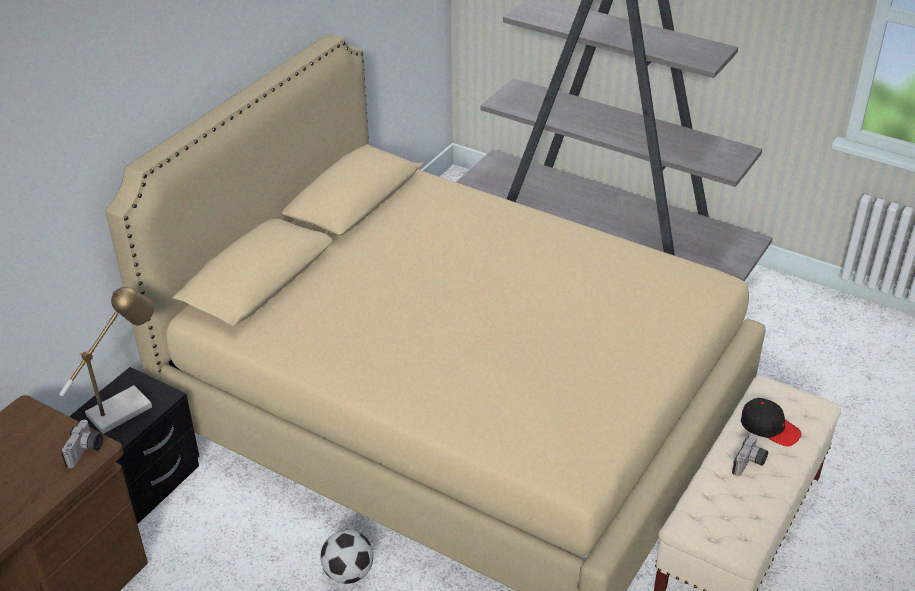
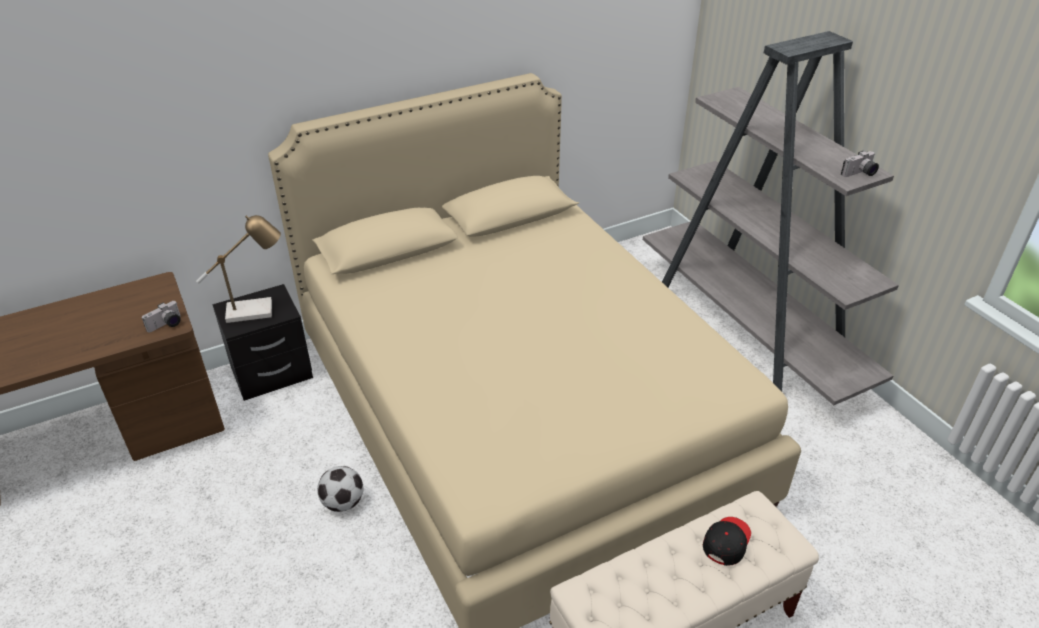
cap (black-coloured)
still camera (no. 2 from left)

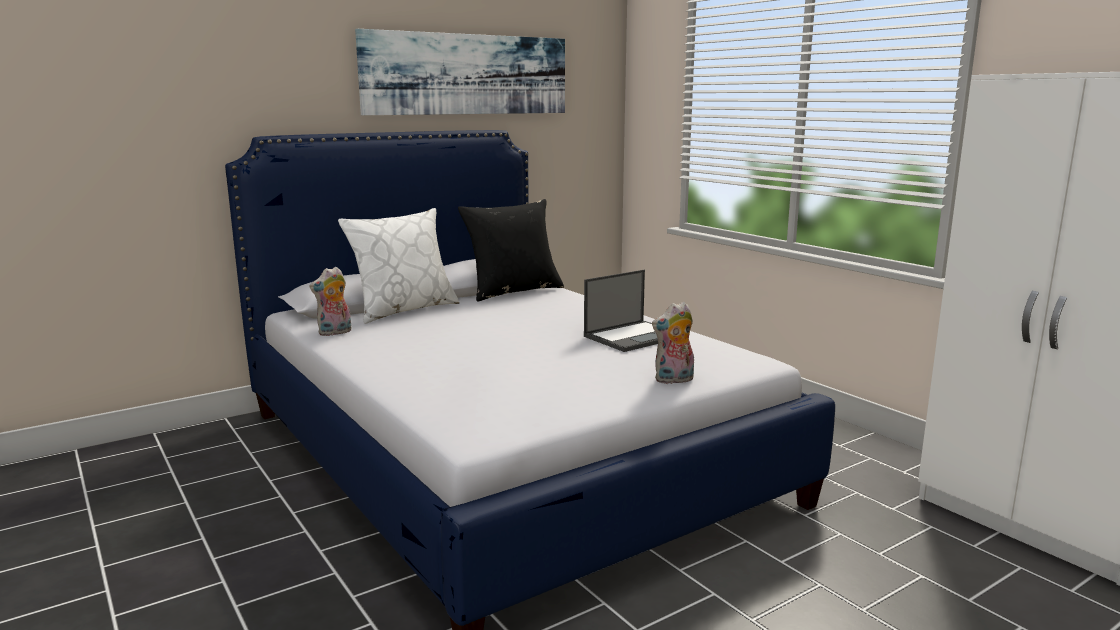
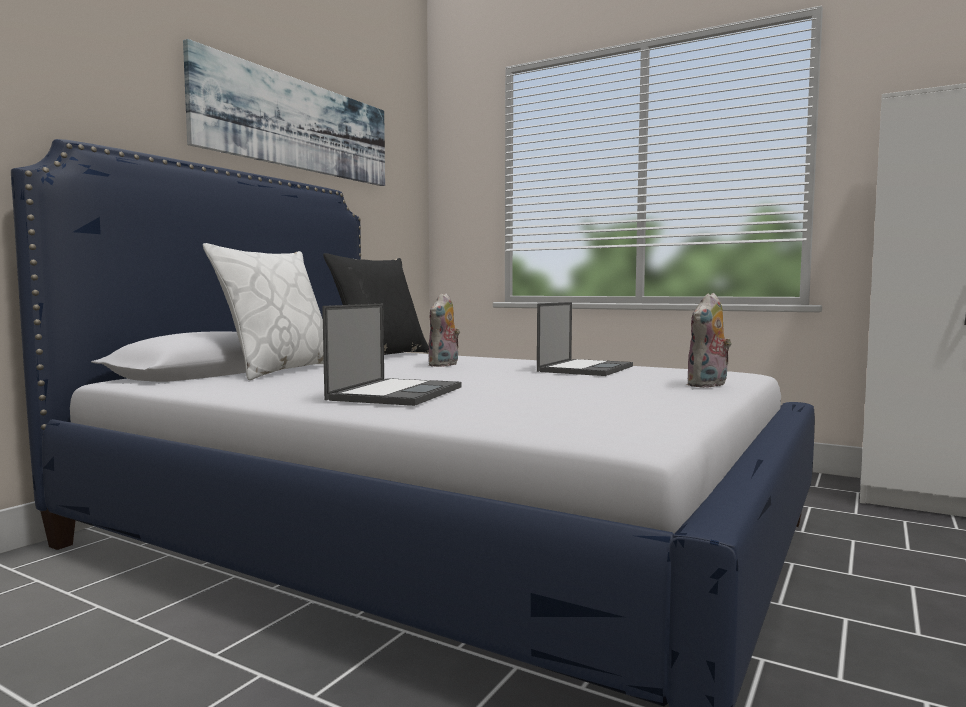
cuddly toy (no. 1 from left)
notebook computer (no. 1 from left)

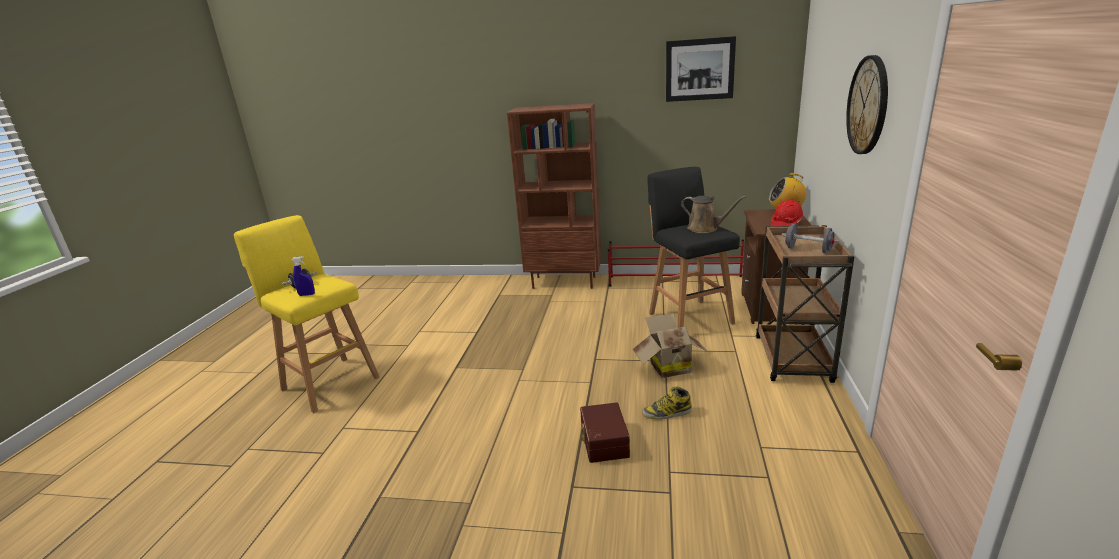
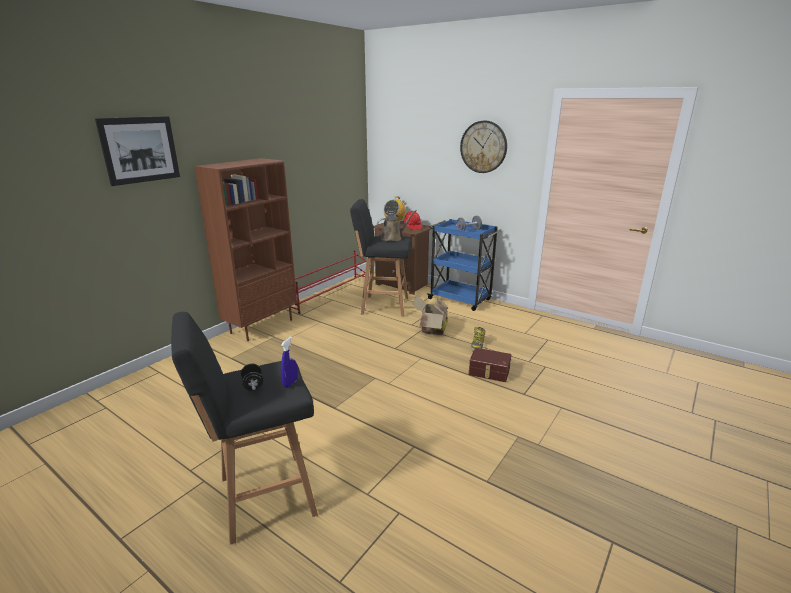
picture
stool (black-coloured) (no. 1 from left)
cart (blue-coloured)

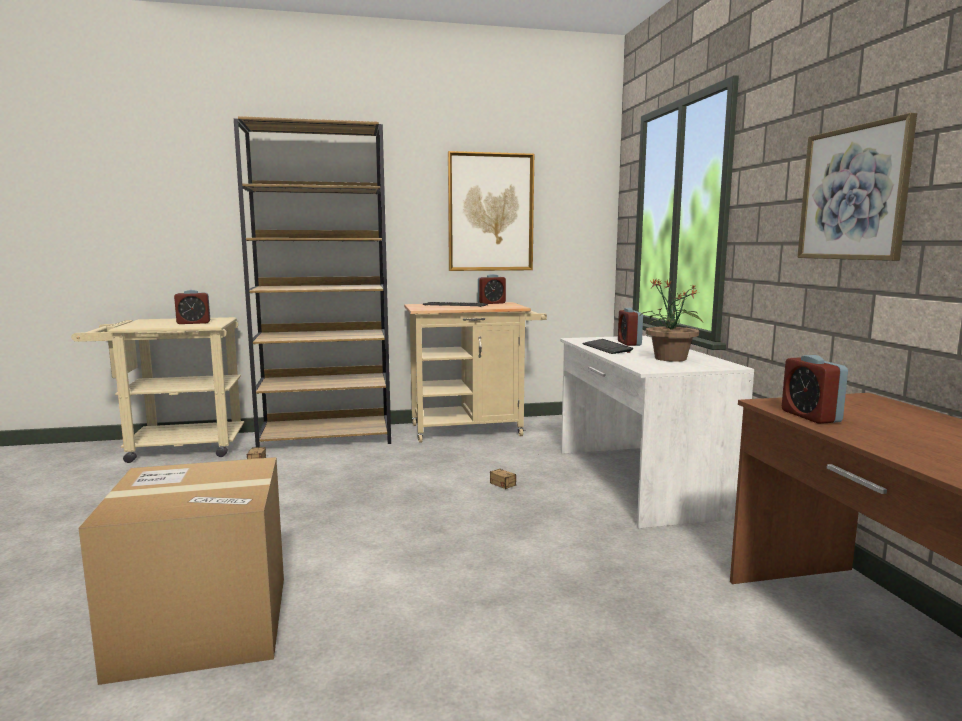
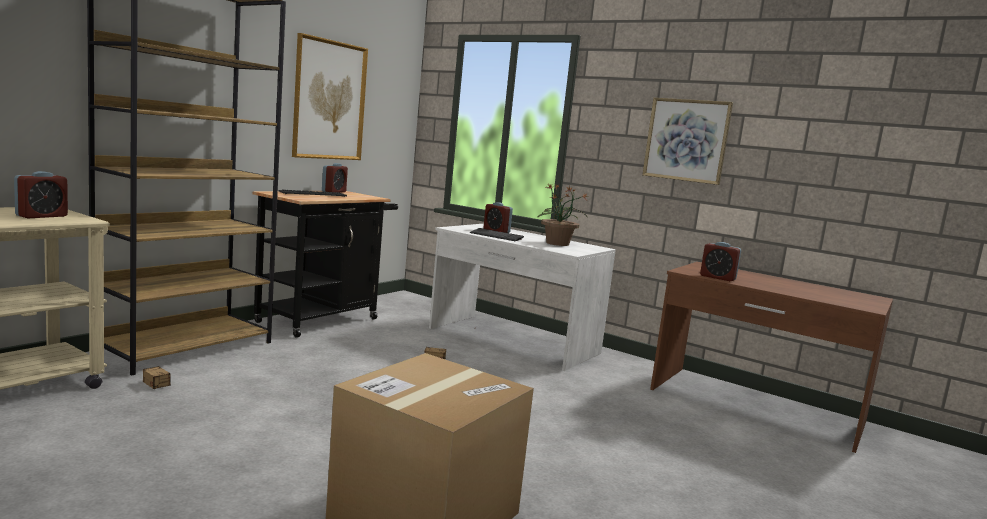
cart (black-coloured)

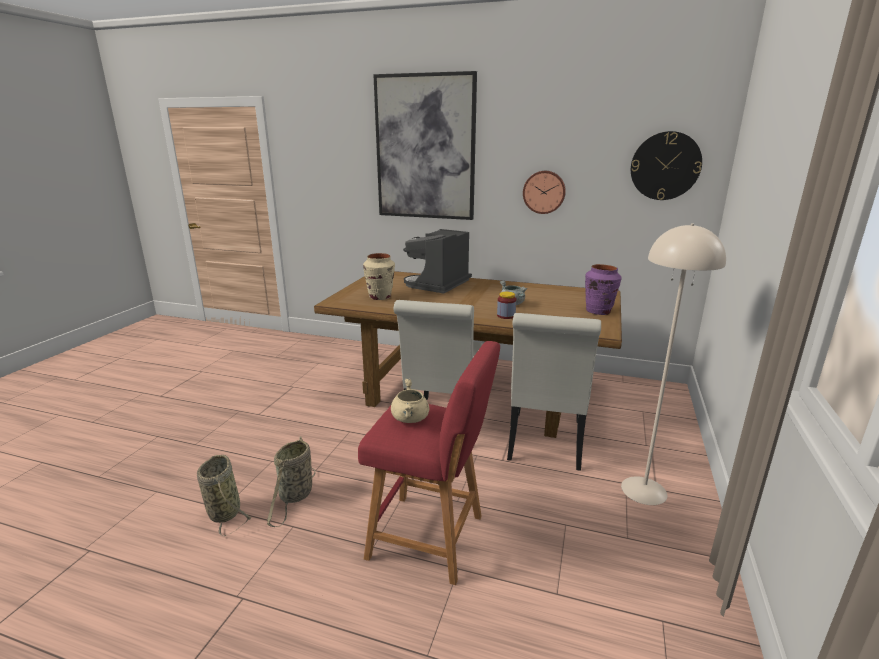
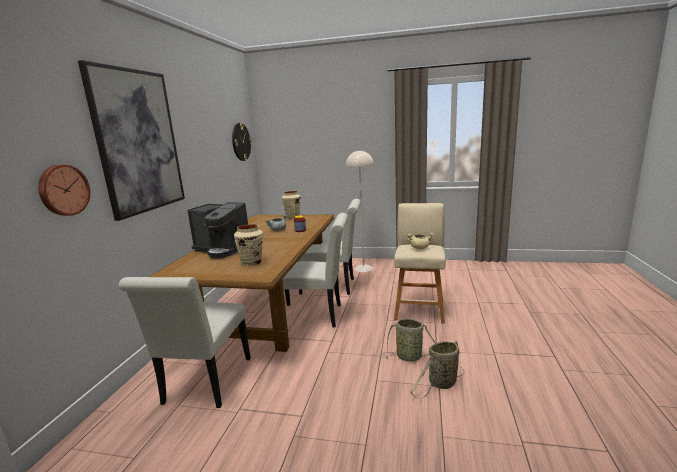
hanging clock (no. 1 from left)
flower vase (sand-coloured) (no. 2 from left)
stool (sand-coloured)
upright chair (white-coloured) (no. 1 from left)

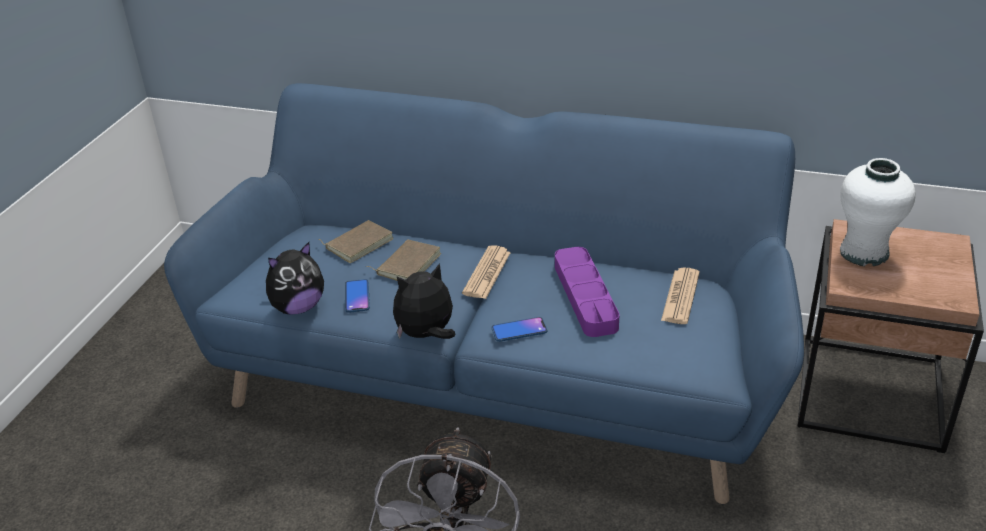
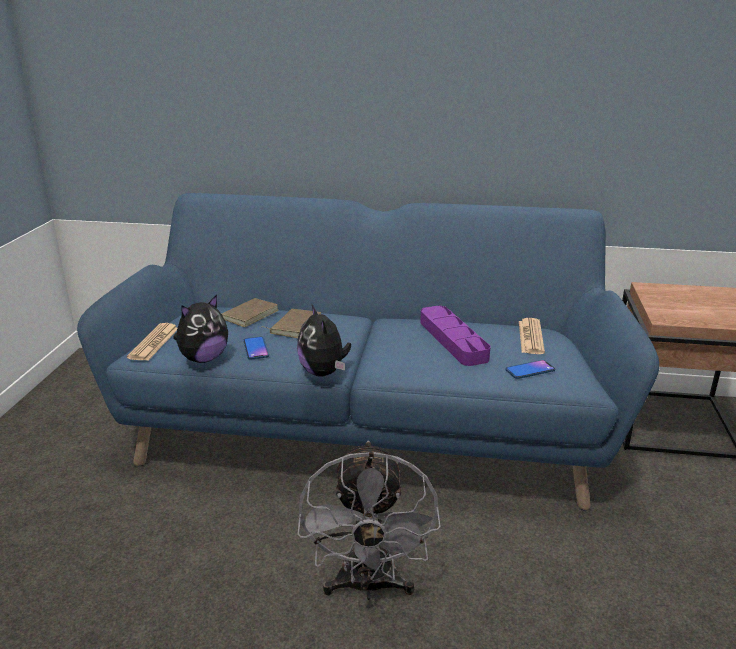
flower vase (white-coloured)
daily paper (no. 1 from left)
cuddly toy (no. 2 from left)
telephone (no. 2 from left)

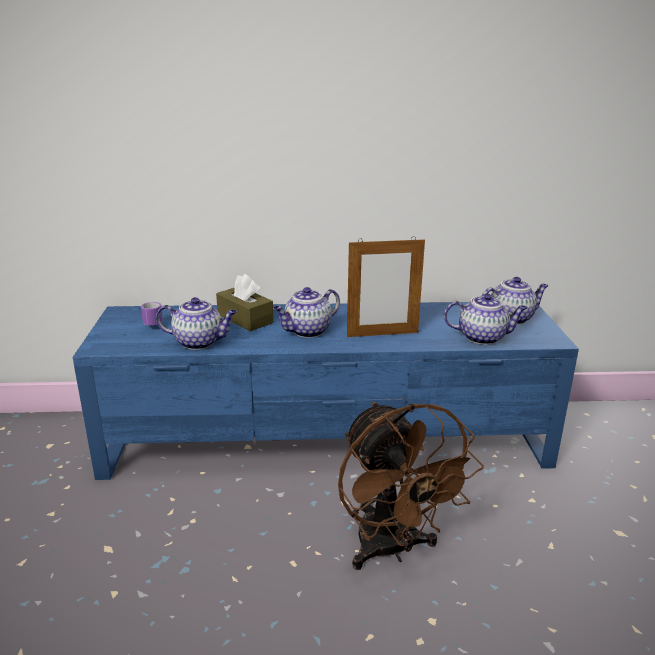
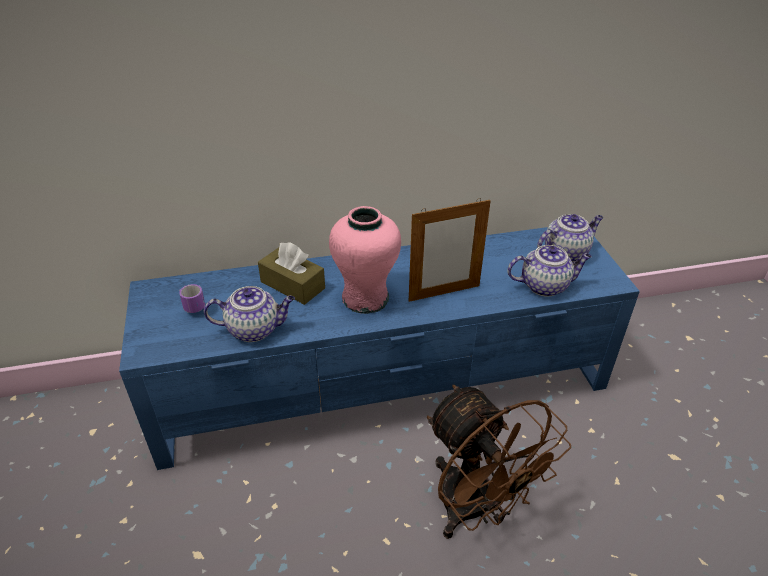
flower vase (pink-coloured)

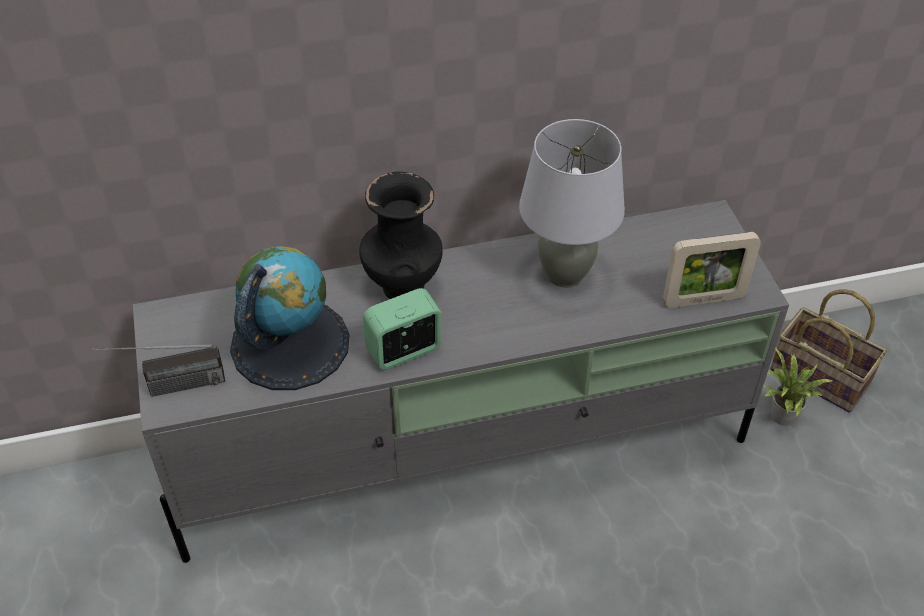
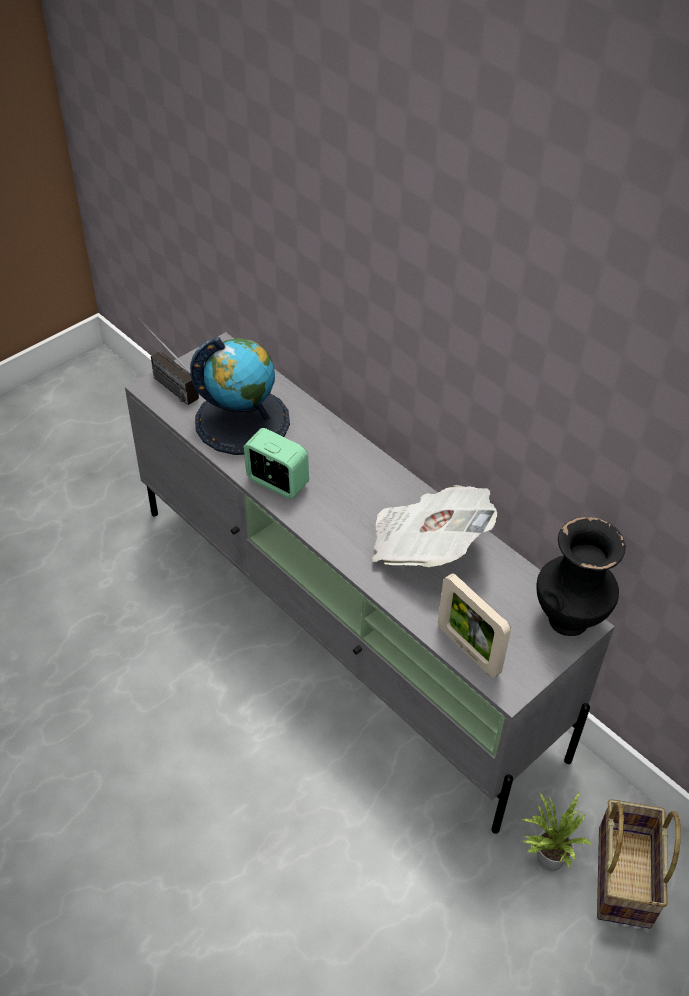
daily paper
flower vase (black-coloured)

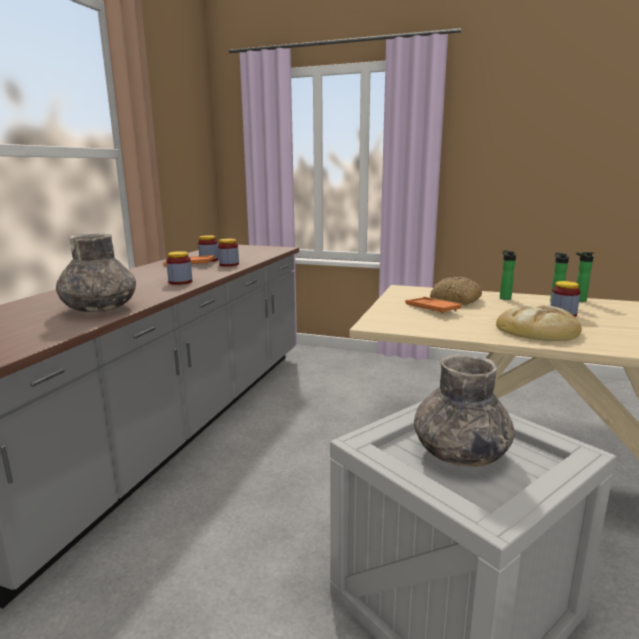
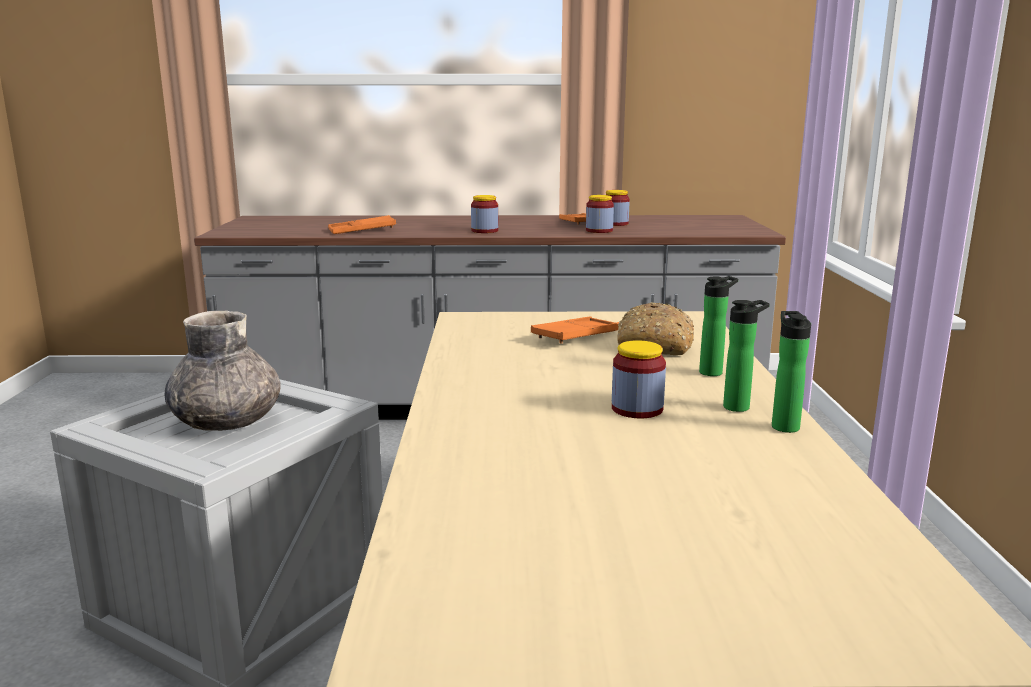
serving tray (orange-coloured) (no. 1 from left)
baked bread (no. 2 from left in the first image)

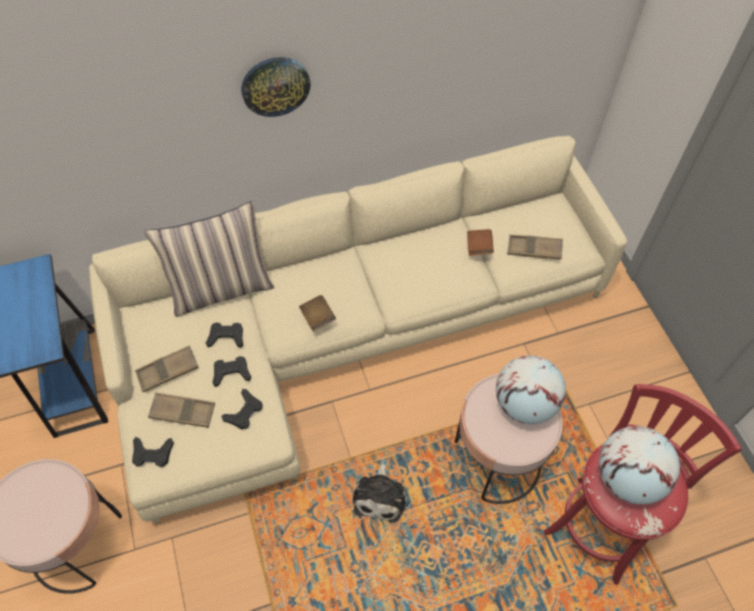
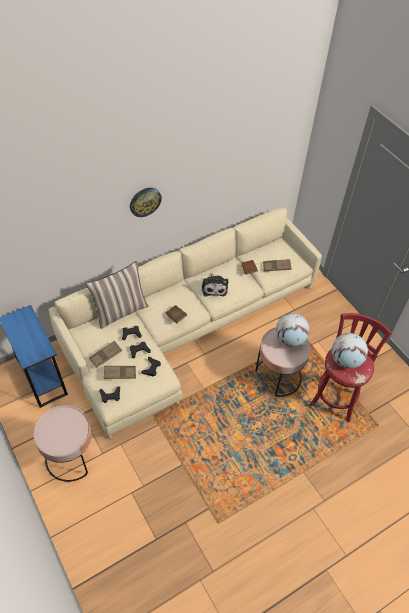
cuddly toy

